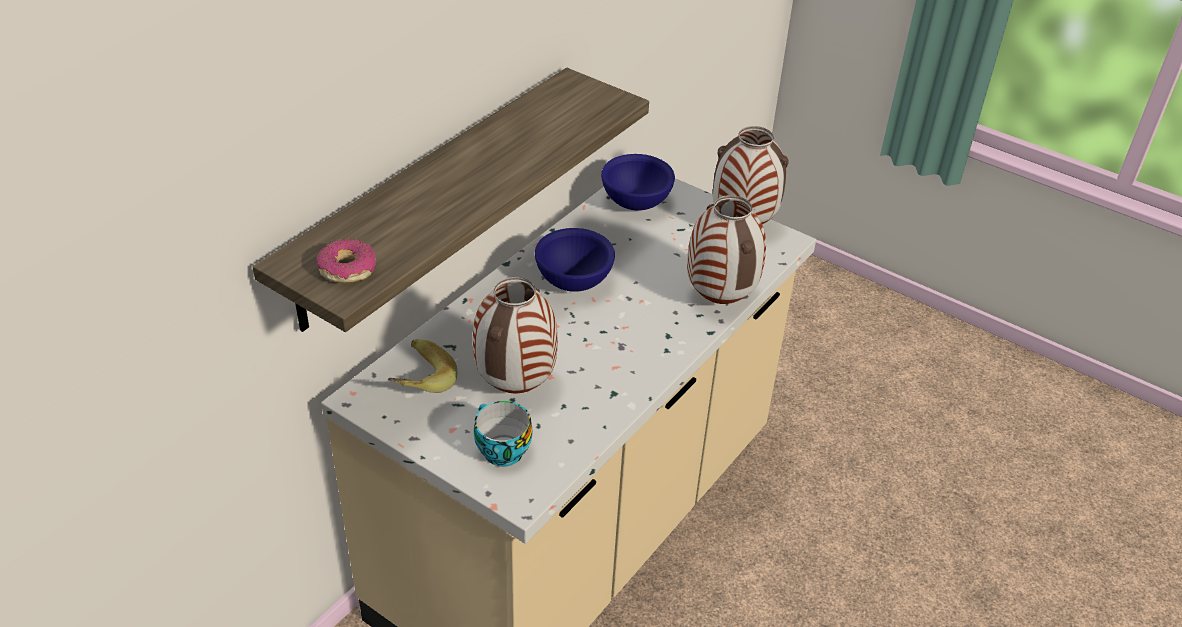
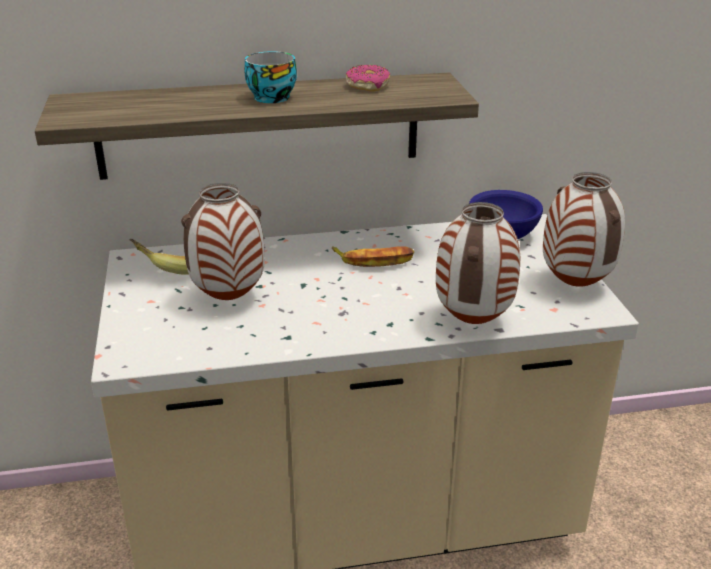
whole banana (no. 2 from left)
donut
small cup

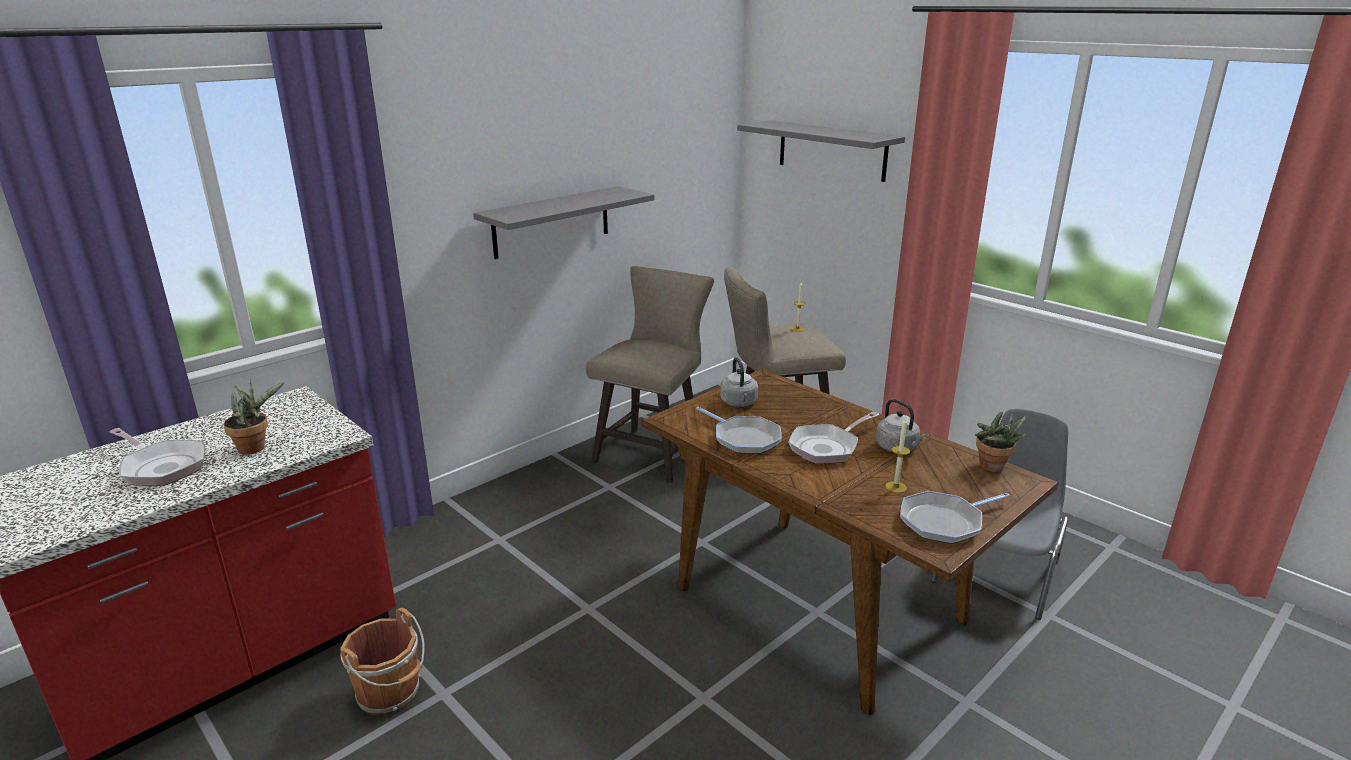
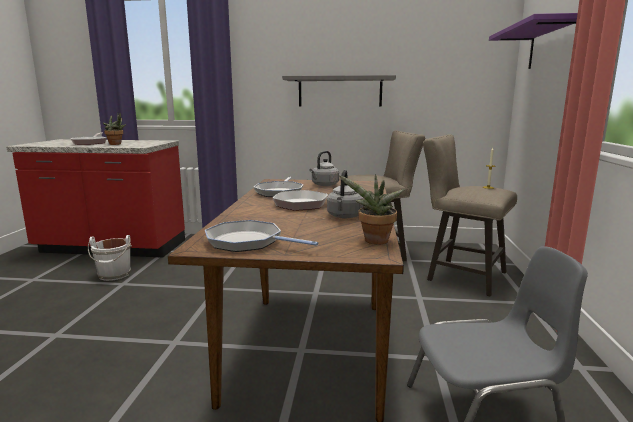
wall shelf (purple)
candle (no. 2 from left in the first image)
pail (white-coloured)

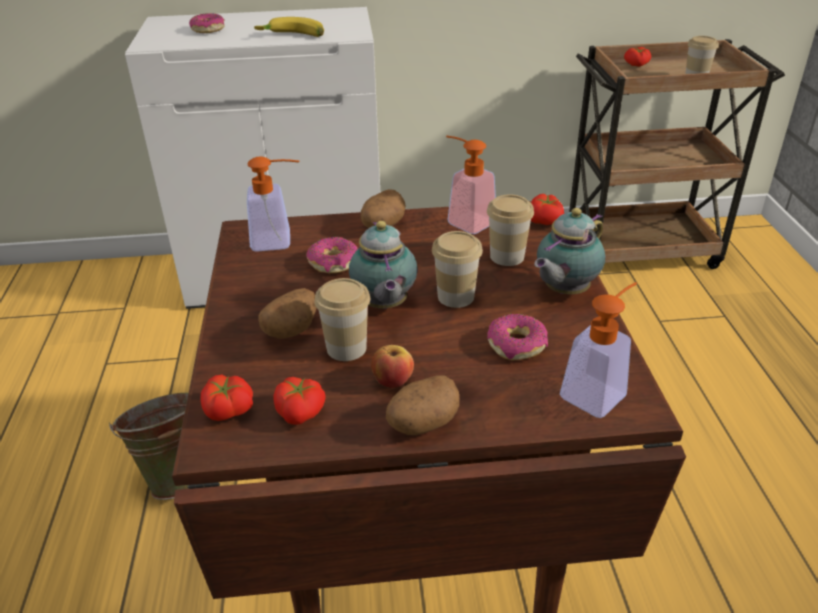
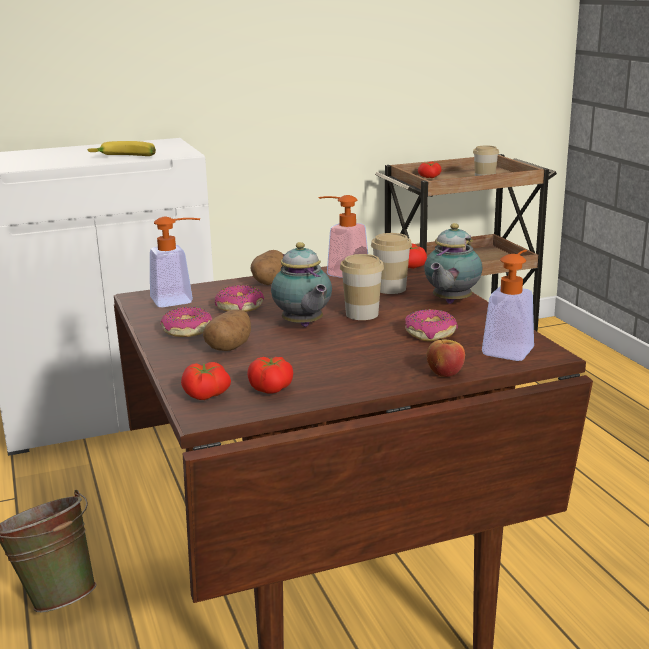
donut (no. 1 from left)
small cup (no. 1 from left in the first image)
apple fruit
potato (no. 3 from left in the first image)

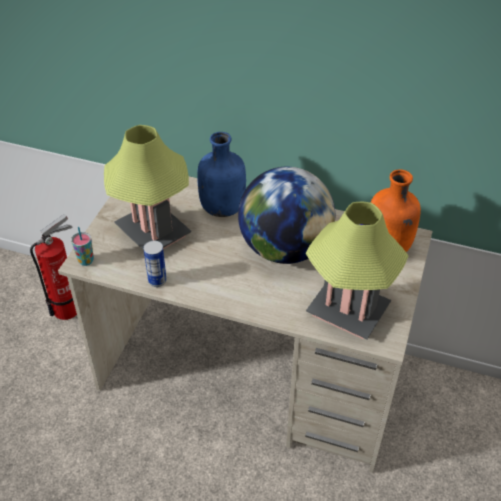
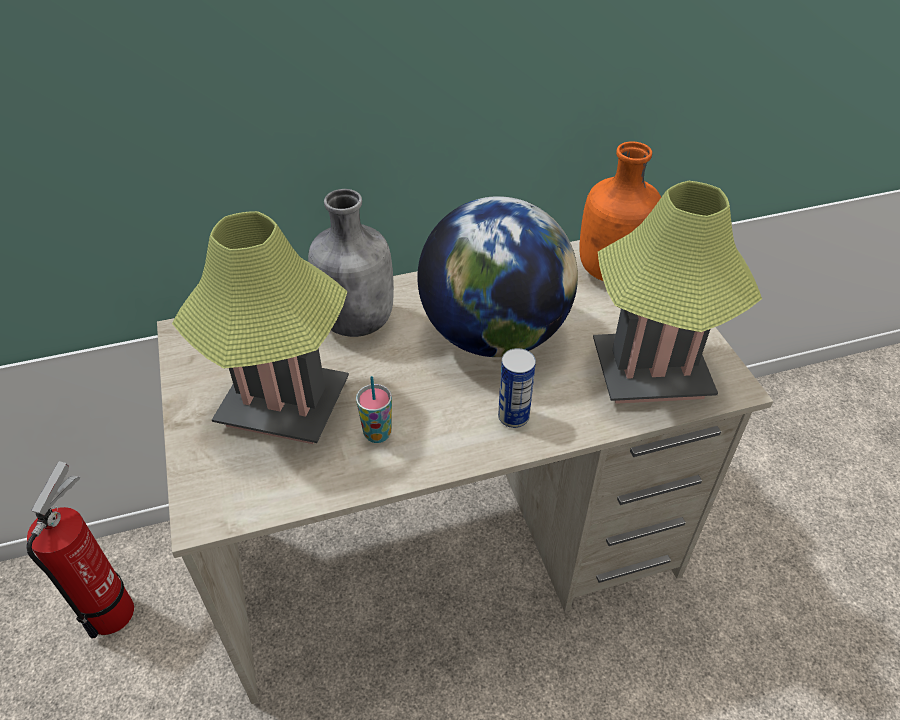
drink bottle (greyish)
small cup
metal can

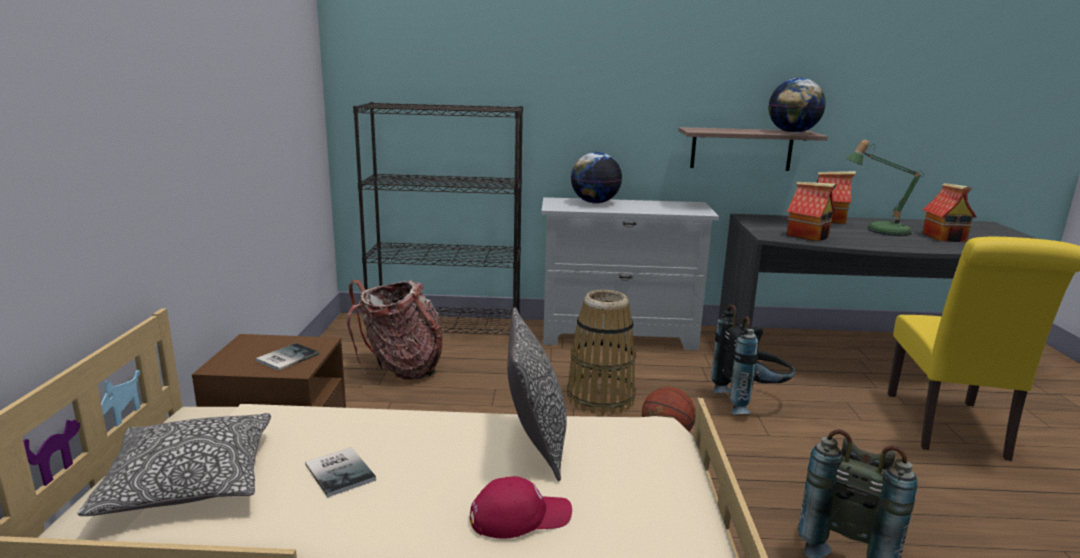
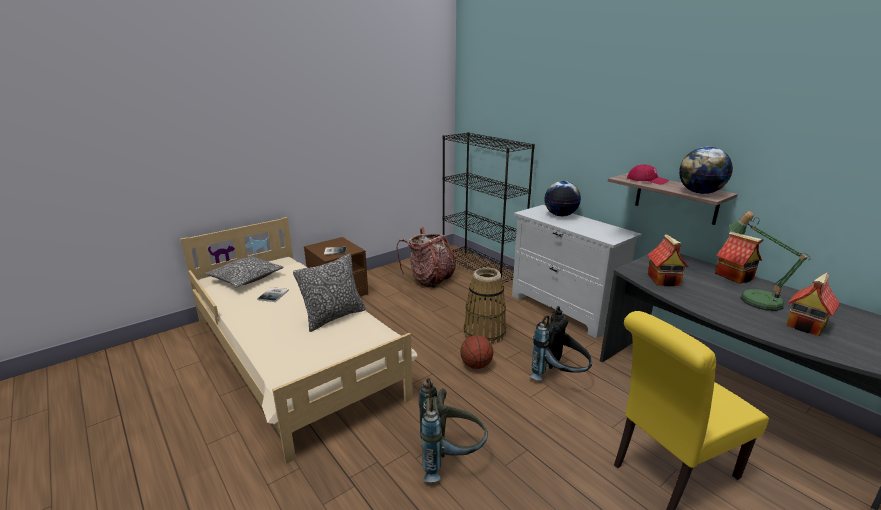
cap (reddish)

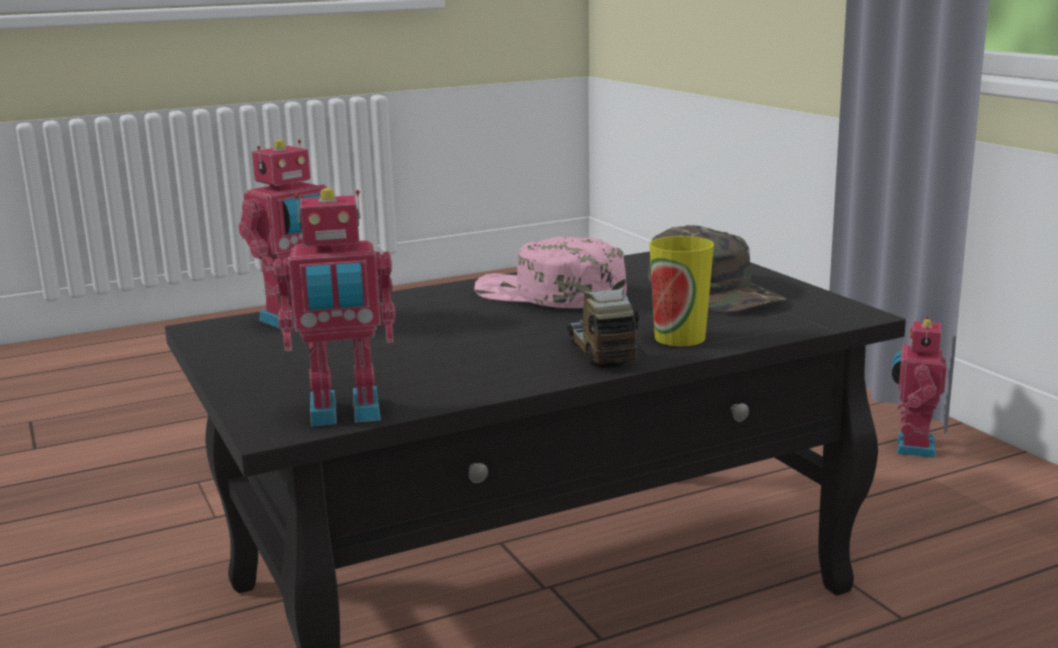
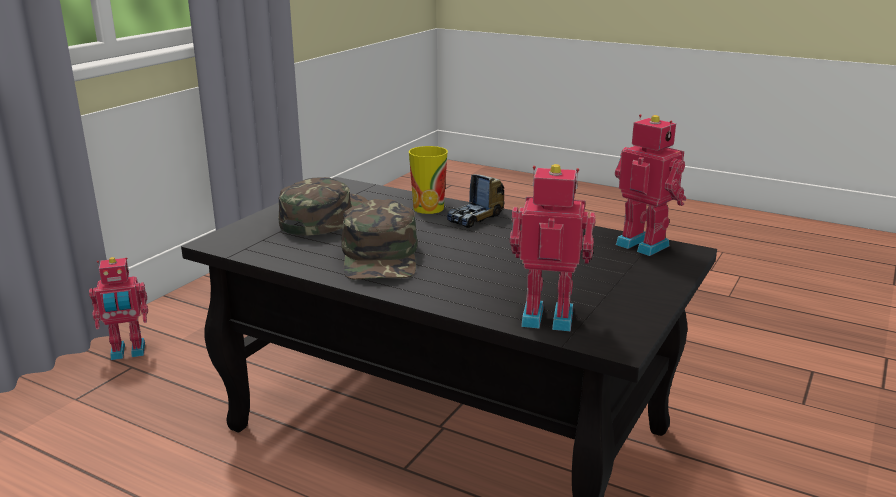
cap (green) (no. 2 from left)

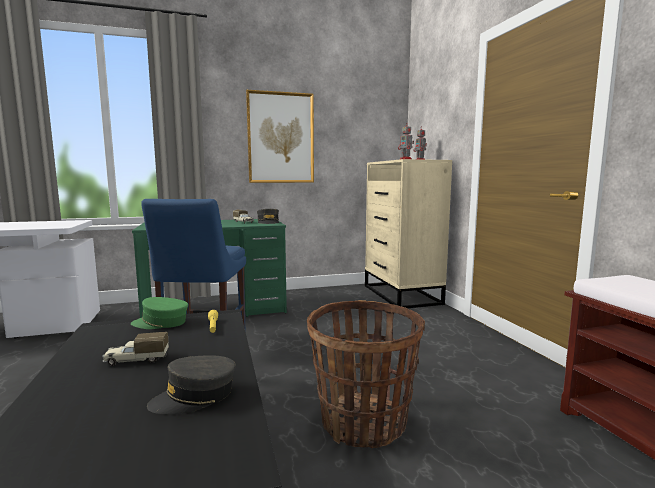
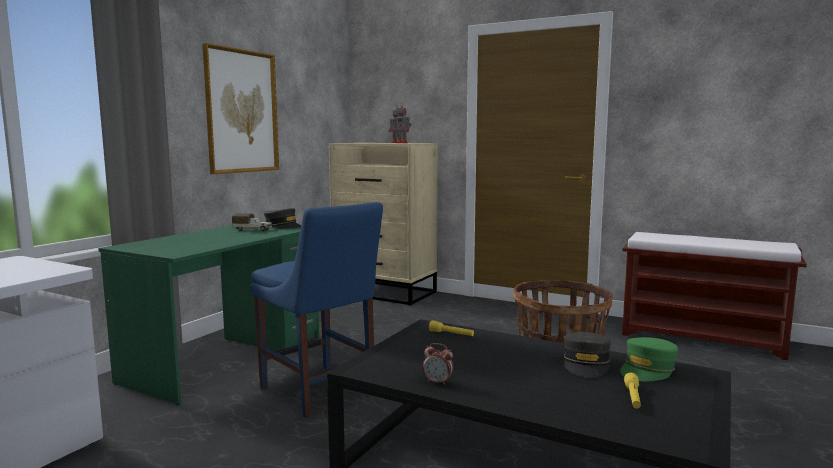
cap (green)
model truck (no. 1 from left in the first image)
alarm clock
flashlight (yellowish) (no. 2 from left)

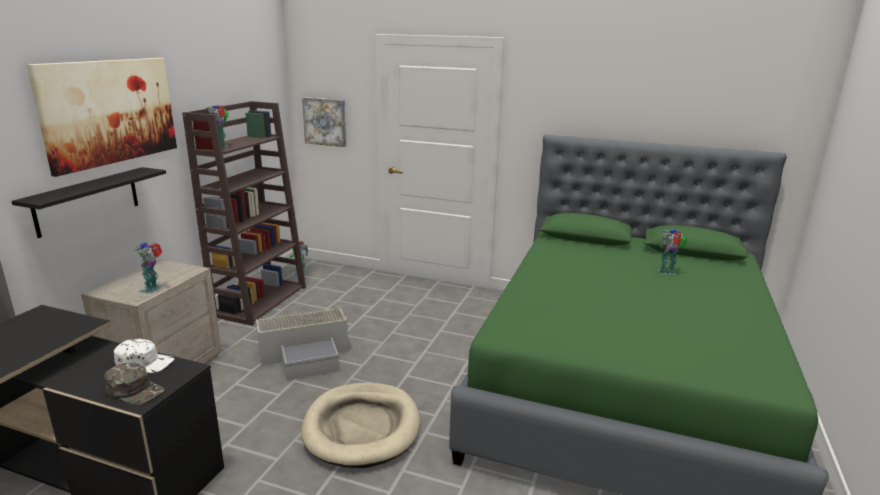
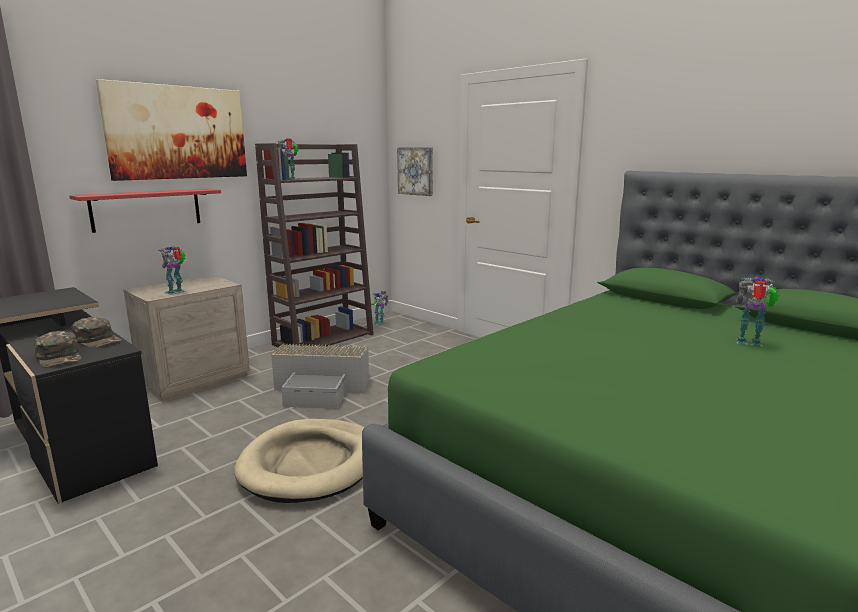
wall shelf (reddish)
cap (green) (no. 2 from left)

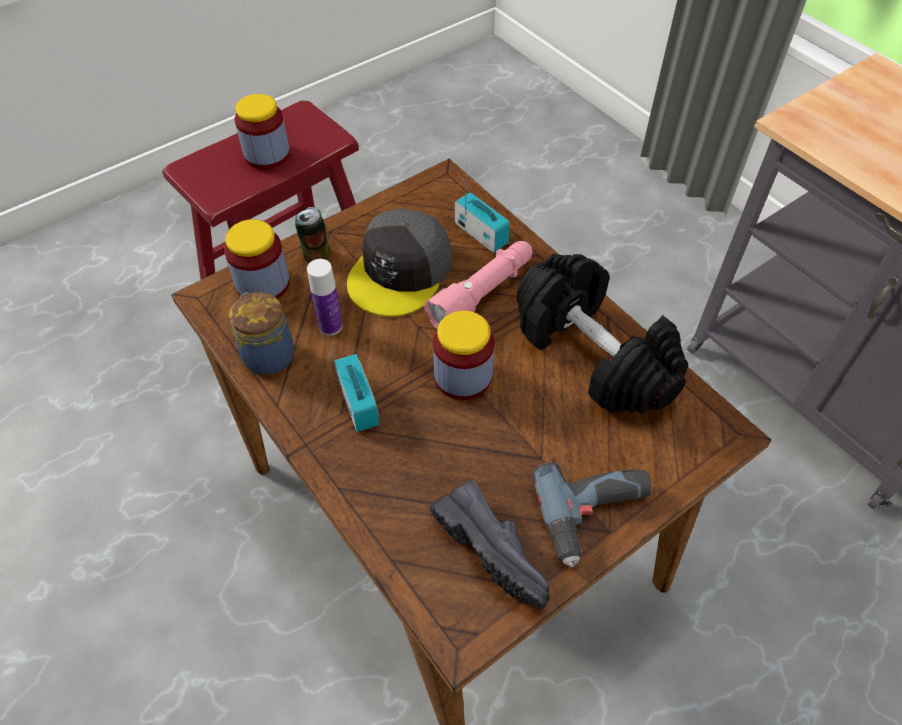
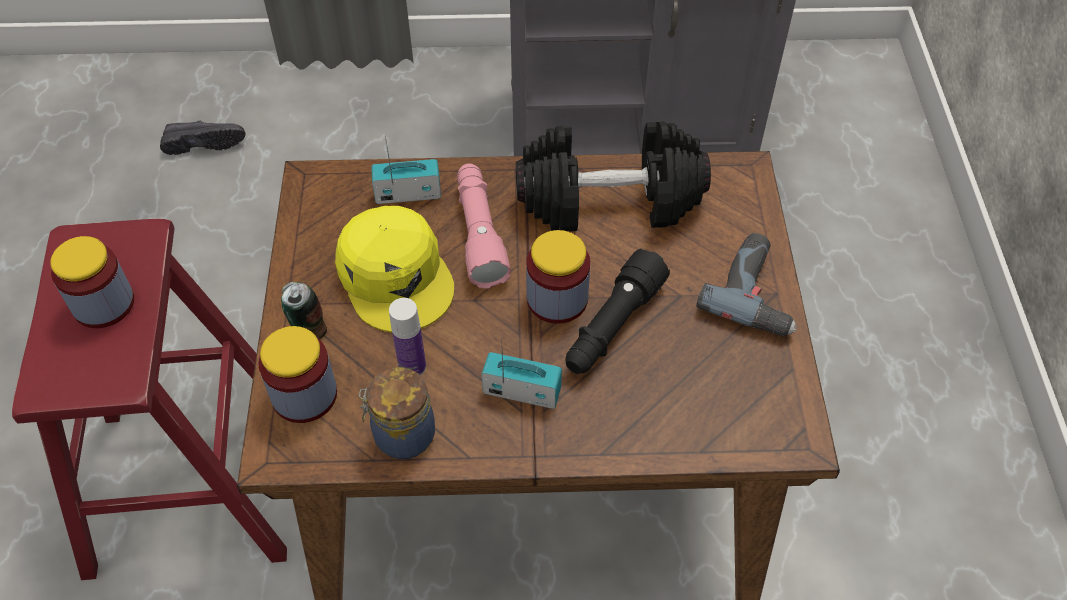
cap (yellowish)
shoe (black-coloured)
flashlight (black-coloured)

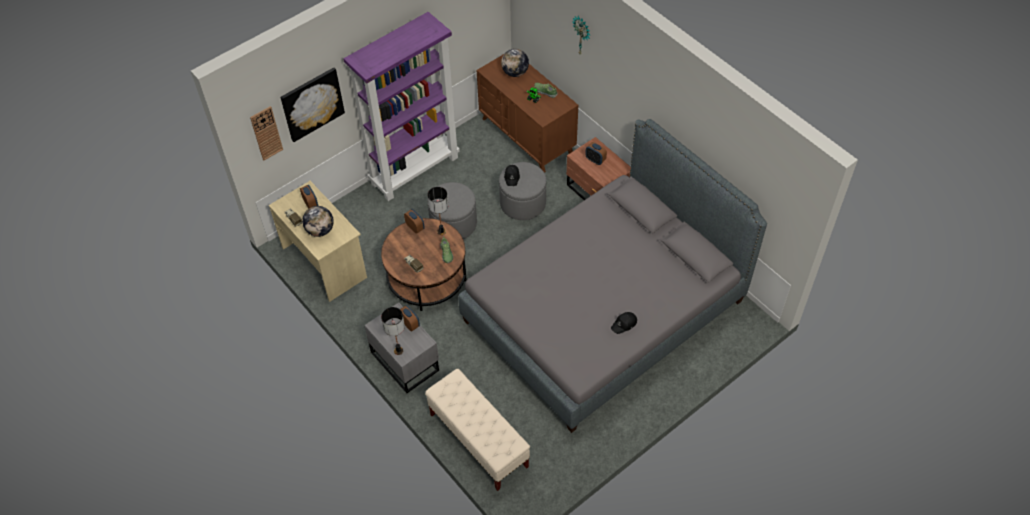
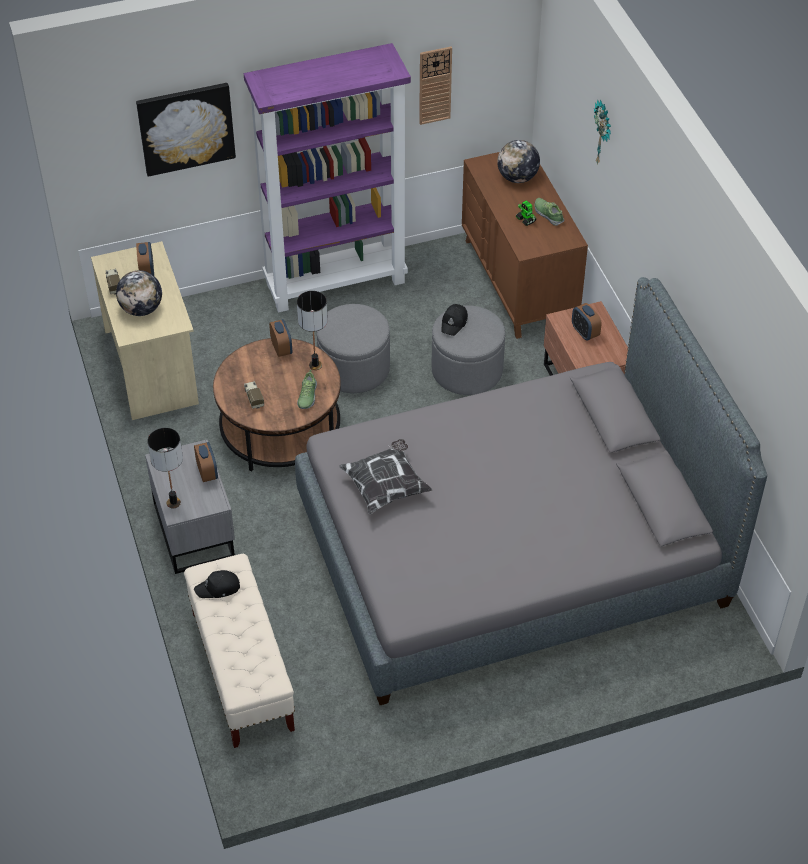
hanging clock (no. 1 from left)
cap (black-coloured) (no. 1 from left)
throw pillow

